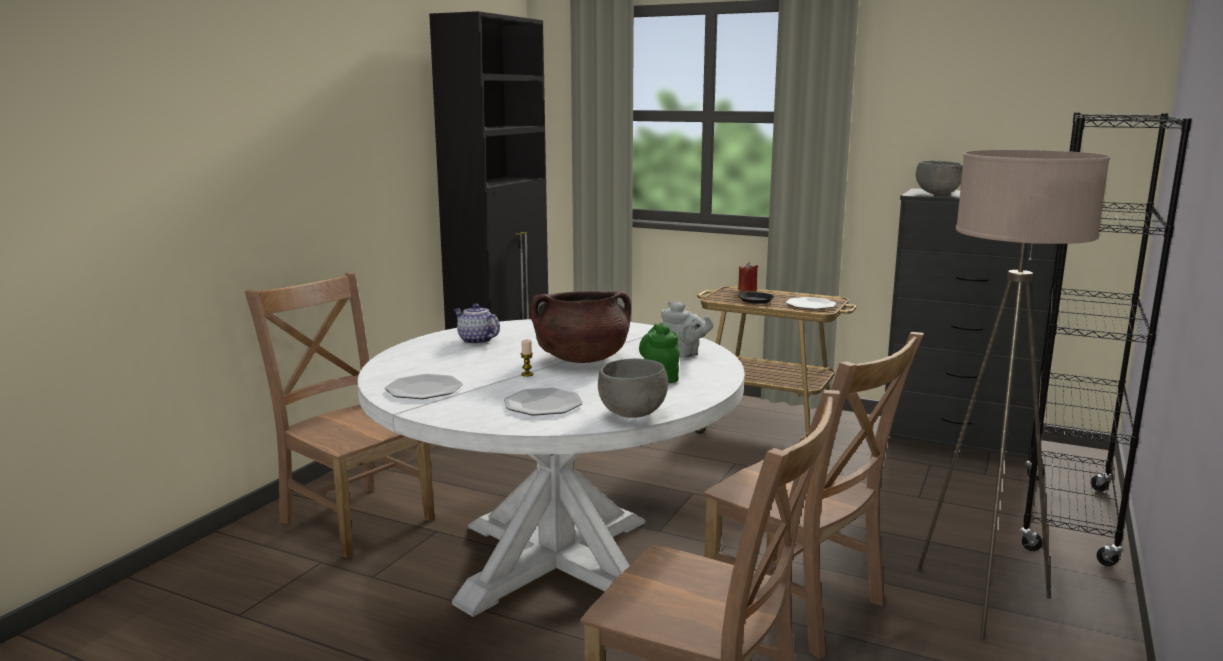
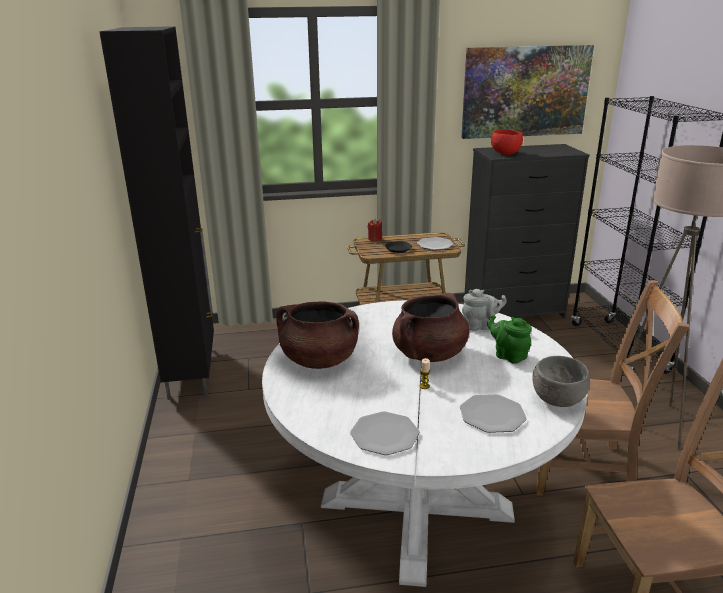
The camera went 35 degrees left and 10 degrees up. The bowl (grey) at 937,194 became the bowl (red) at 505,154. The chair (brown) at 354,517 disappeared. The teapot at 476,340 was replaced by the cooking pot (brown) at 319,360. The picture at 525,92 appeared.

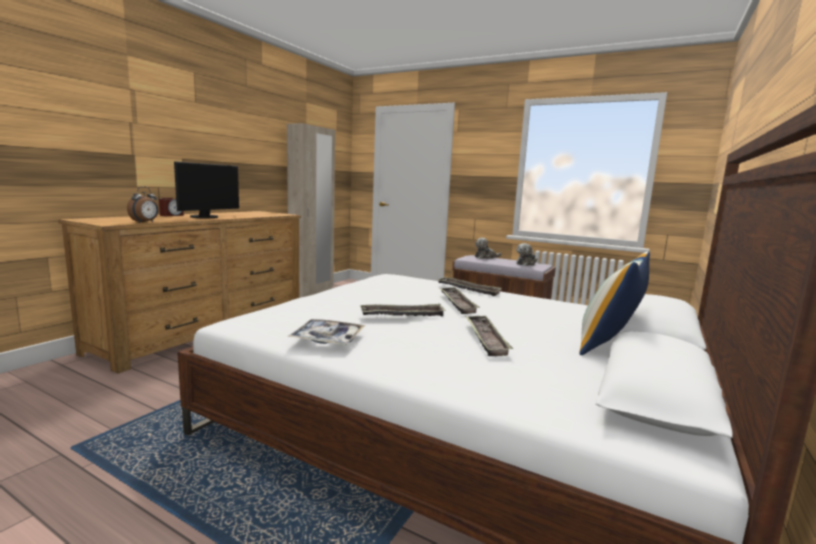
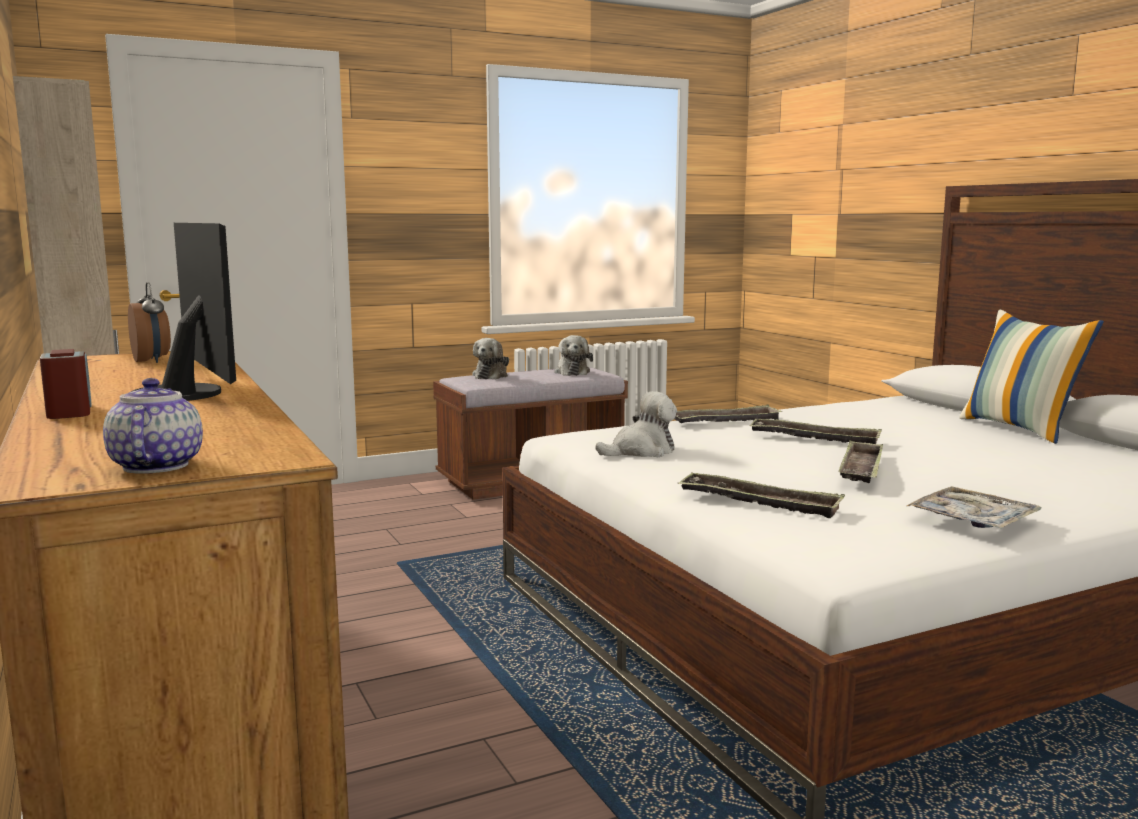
The camera went 55 degrees left and 0 degrees up. The alarm clock moved from 145,222 to 152,361. The tray moved from 485,338 to 759,502. The teapot at 155,466 appeared. The plush toy at 641,451 appeared.

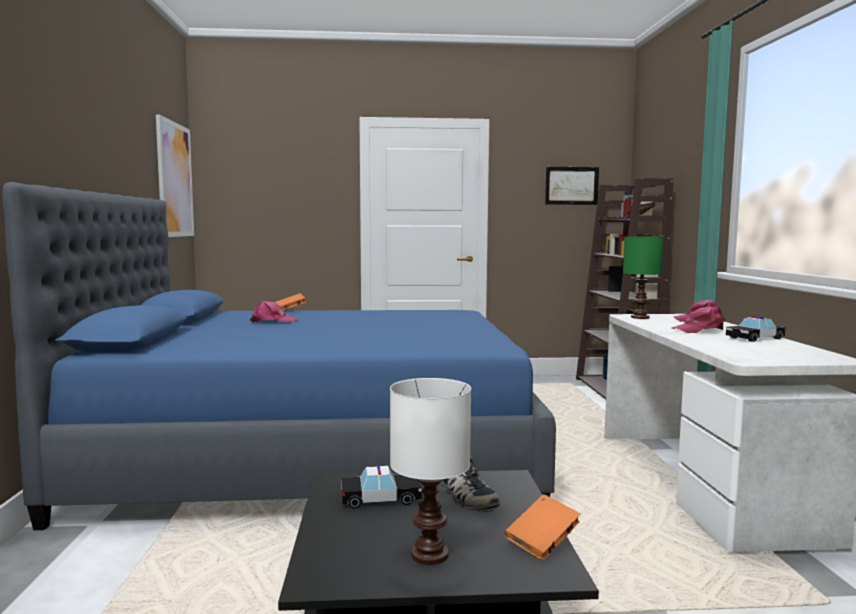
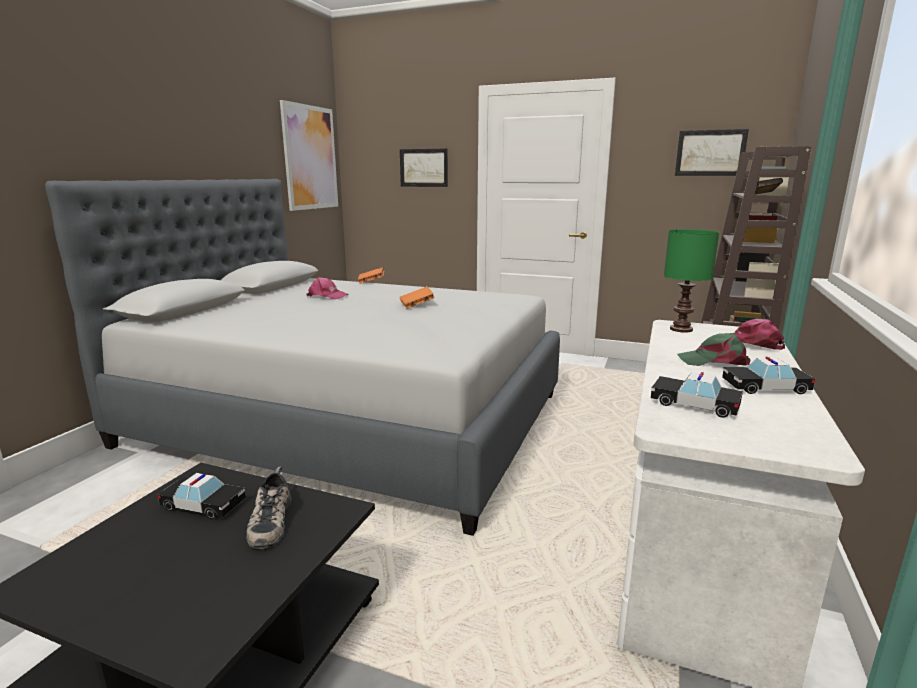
The camera went 25 degrees right and 10 degrees up. The bed (blue) at 316,454 became the bed (grey) at 352,419. The cap (pink) at 699,330 became the cap (green) at 714,361. The table lamp (white) at 429,555 disappeared. The book (orange) moved from 542,543 to 417,305. The picture at 423,168 appeared. The toy car at 694,404 appeared.

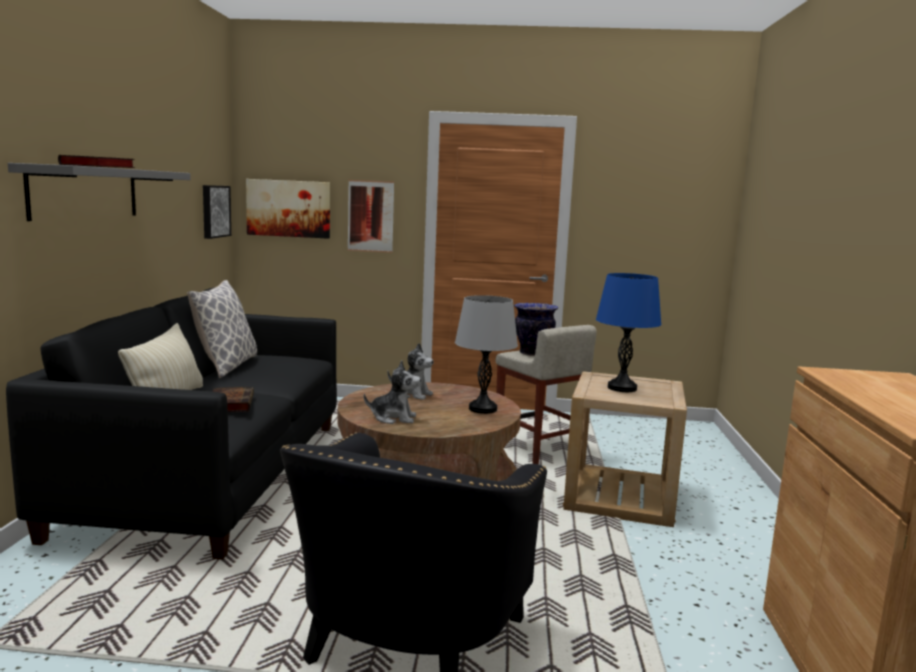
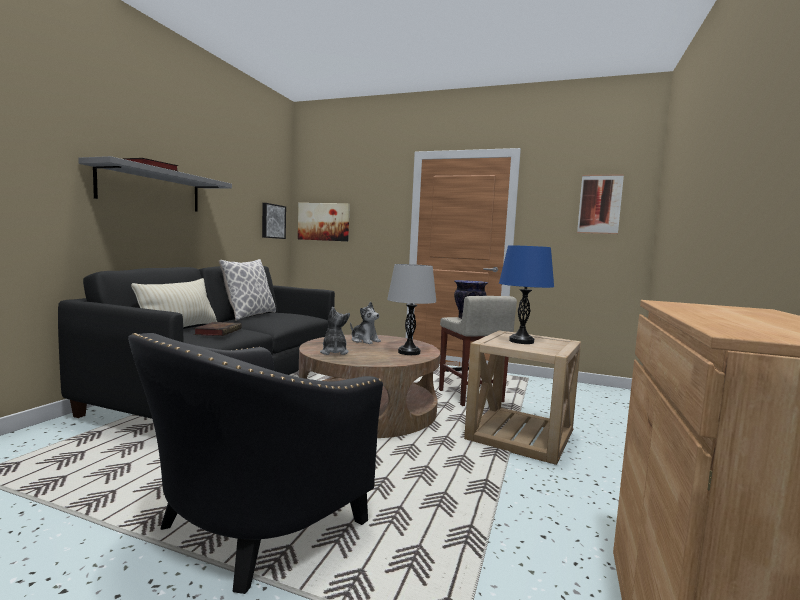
The camera went 15 degrees right and 5 degrees down. The picture moved from 370,216 to 599,204. The plush toy at 393,418 turned 120 degrees counterclockwise.

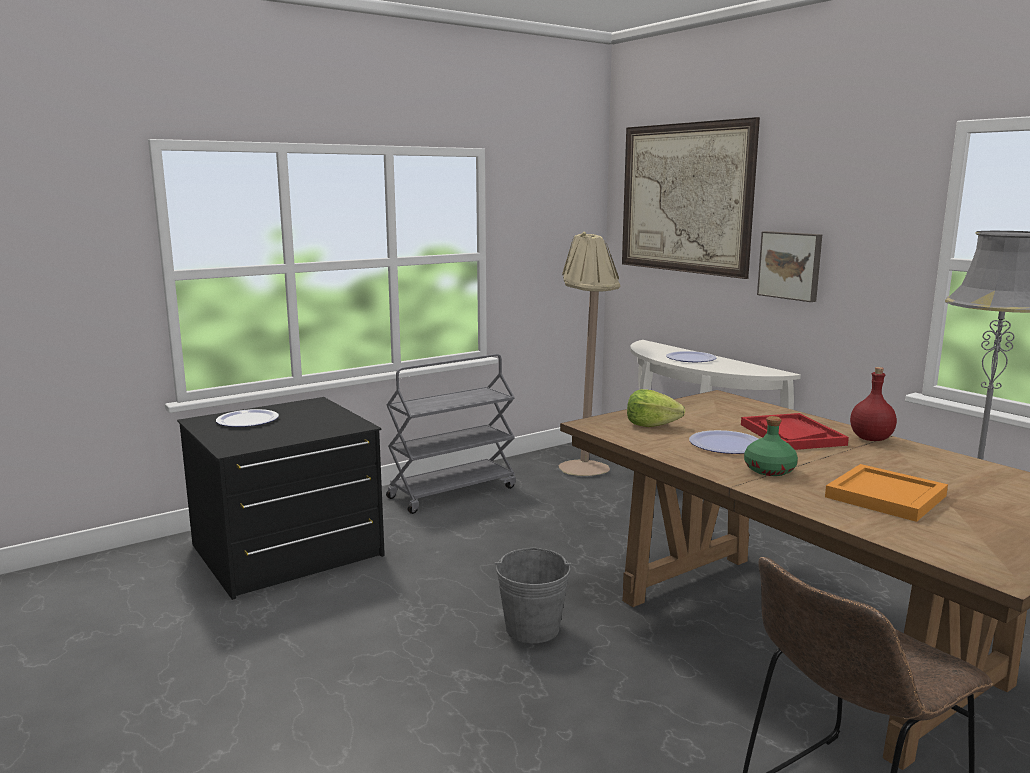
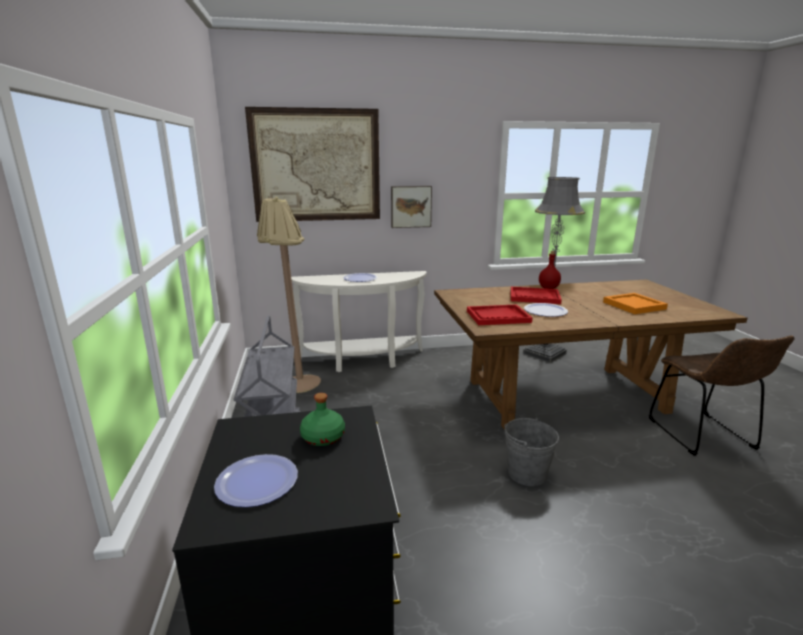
The camera went 65 degrees left and 5 degrees up. The lettuce at 651,425 was replaced by the tray (red) at 498,317. The bottle (green) moved from 769,470 to 323,437.

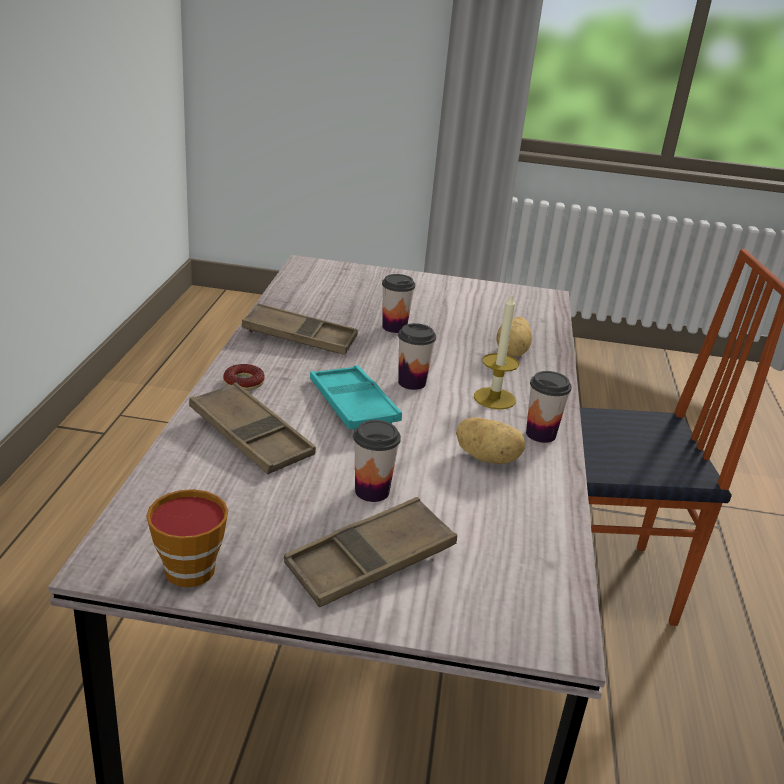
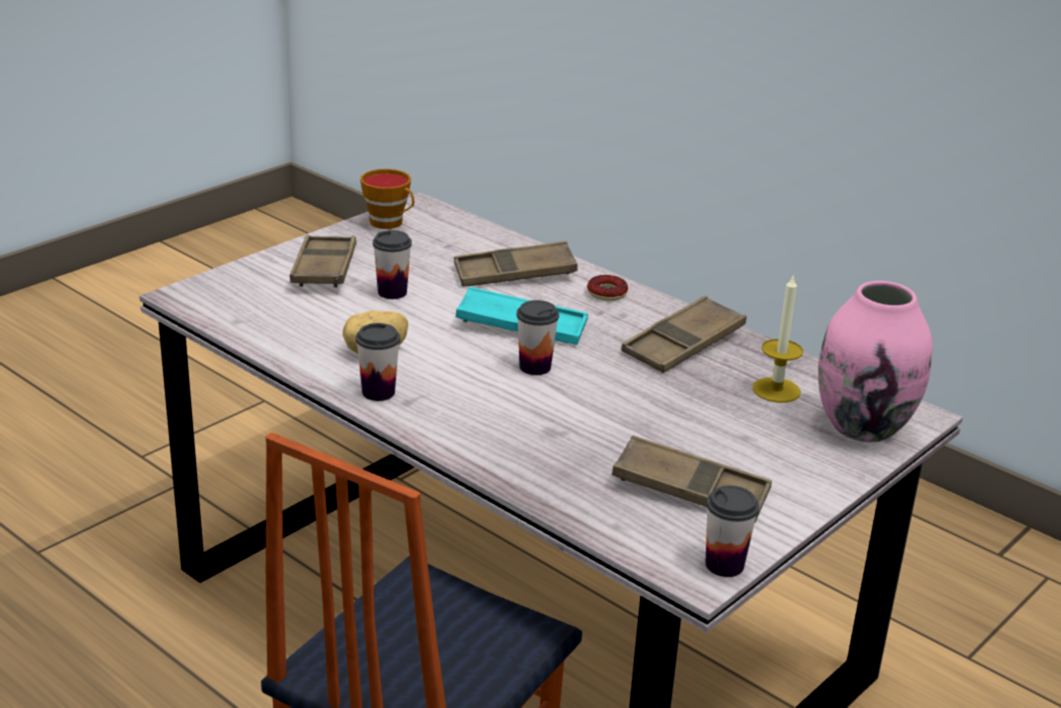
The camera went 125 degrees right and 0 degrees up. The cup moved from 394,327 to 724,565. The candle moved from 494,398 to 776,390. The potato at 513,352 disappeared. The vase (pink) at 863,426 appeared. The tray (brown) at 690,489 appeared.

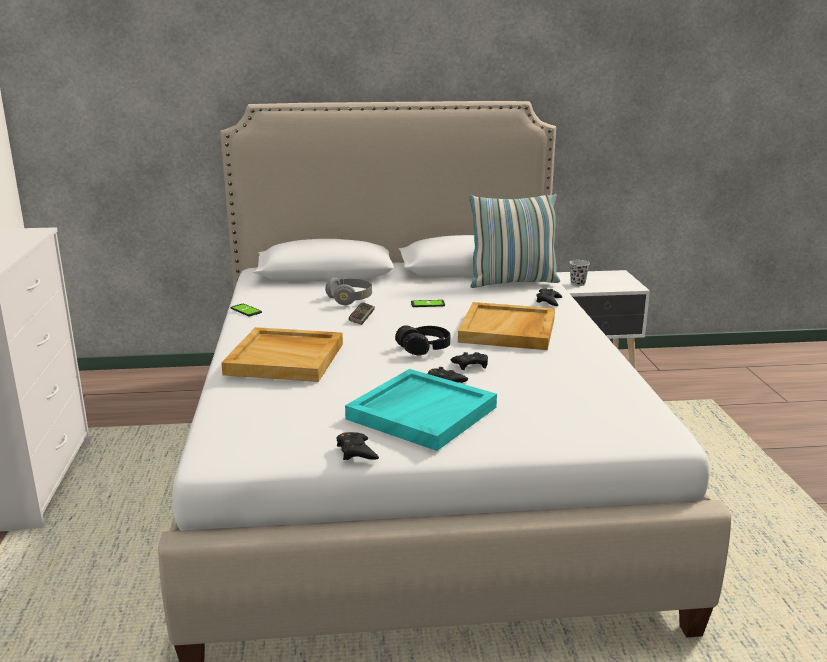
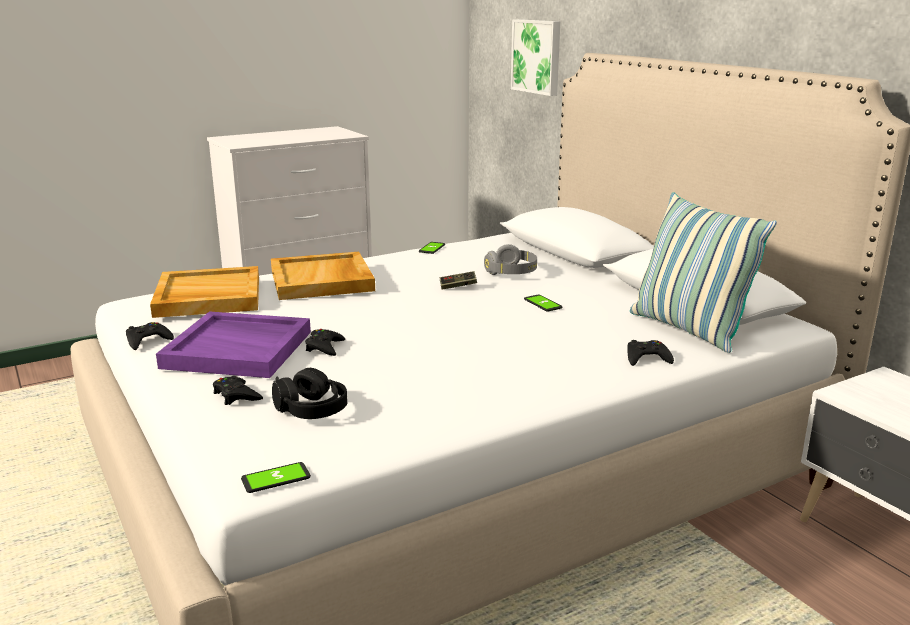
The camera went 65 degrees right and 0 degrees up. The cup (black) at 578,284 disappeared. The tray (beige) moved from 508,330 to 207,297. The headphones (black) moved from 424,348 to 311,409. The game controller (black) moved from 471,365 to 236,395. The tray (turquoise) at 421,412 became the tray (purple) at 239,349. The picture at 537,56 appeared. The phone at 276,479 appeared.

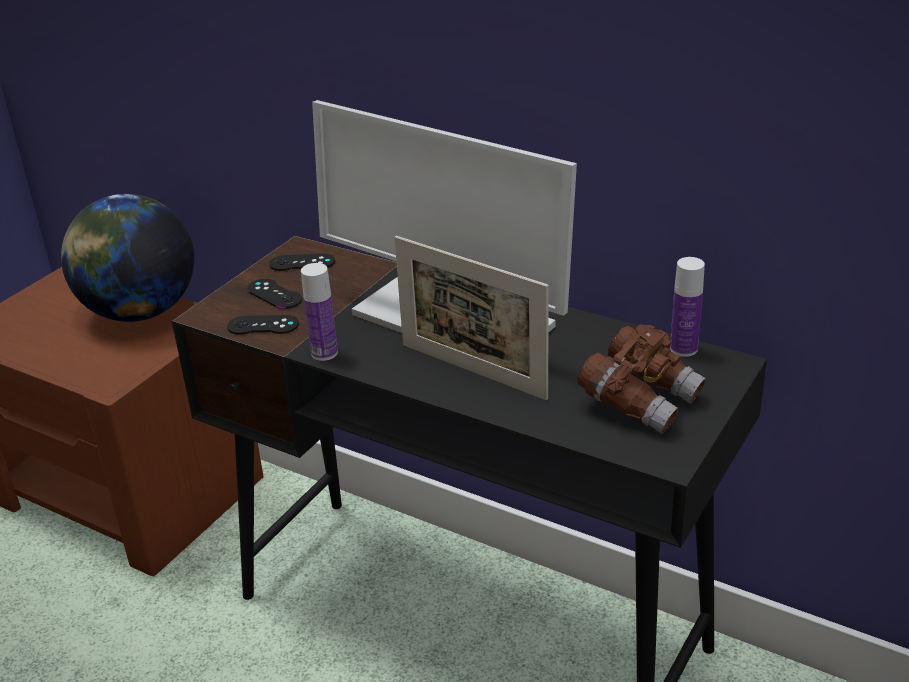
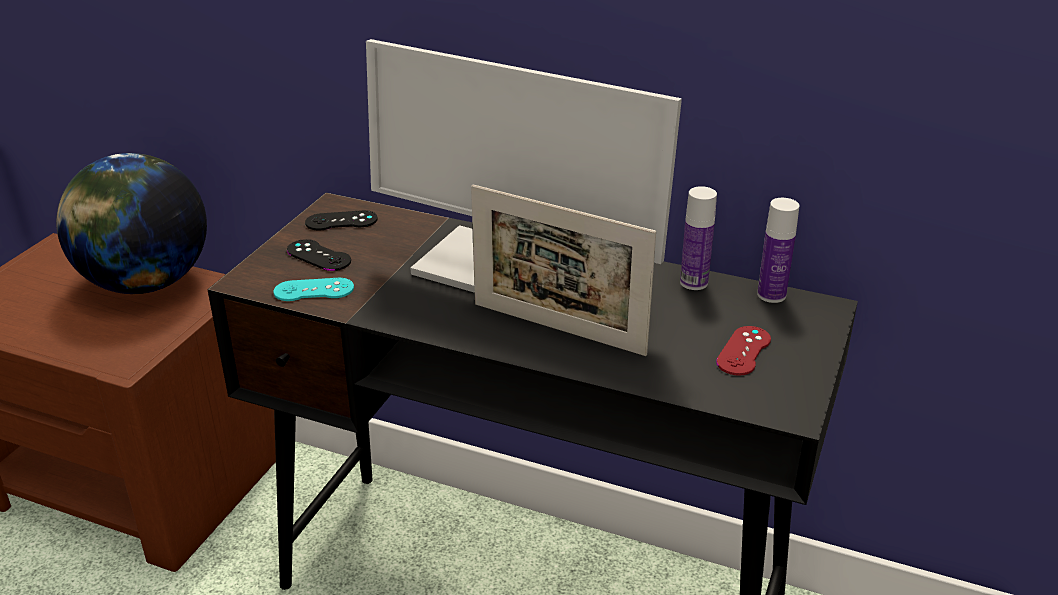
The camera went 10 degrees left and 0 degrees up. The bottle moved from 324,353 to 693,282. The game controller (black) at 263,325 became the game controller (turquoise) at 314,290. The binoculars (brown) at 640,400 was replaced by the game controller (red) at 744,351.

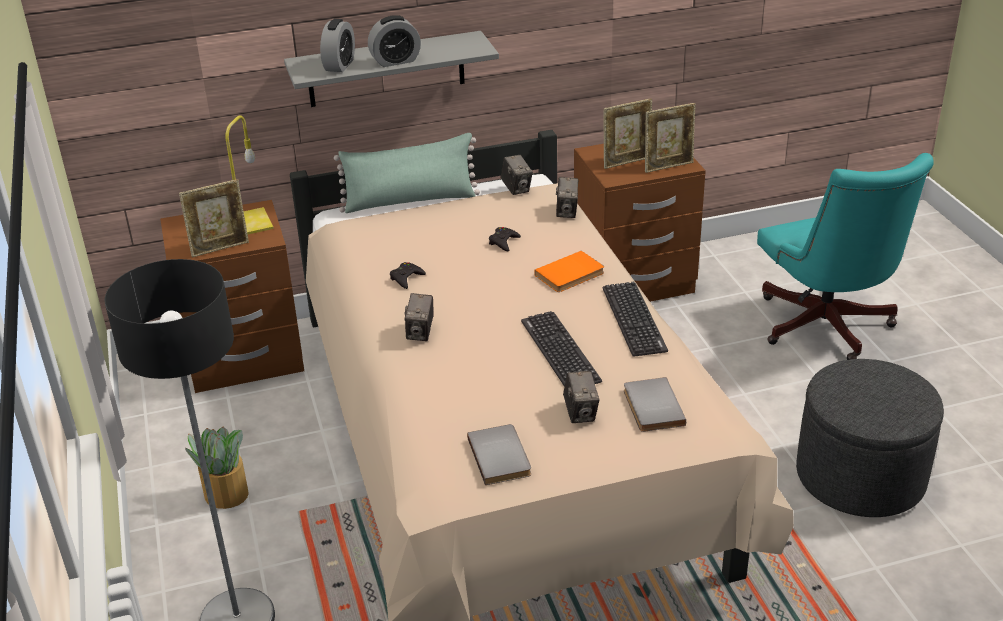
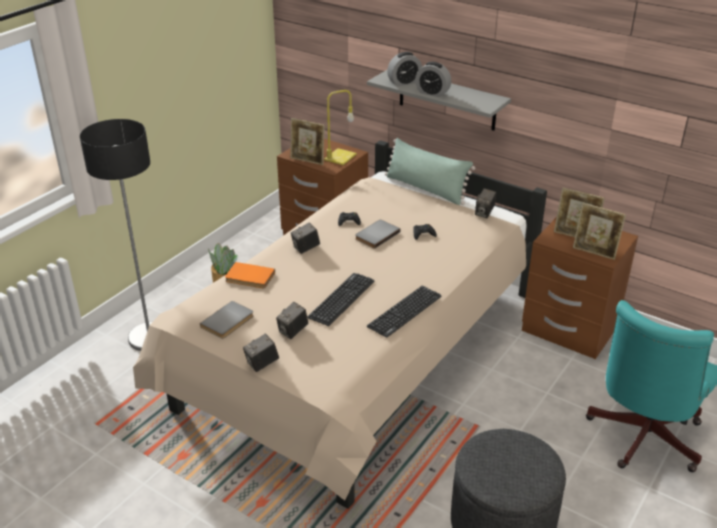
The camera went 50 degrees right and 0 degrees up. The photo camera moved from 567,212 to 262,364. The book (orange) moved from 571,275 to 249,278. The book (grey) moved from 651,407 to 376,235.

